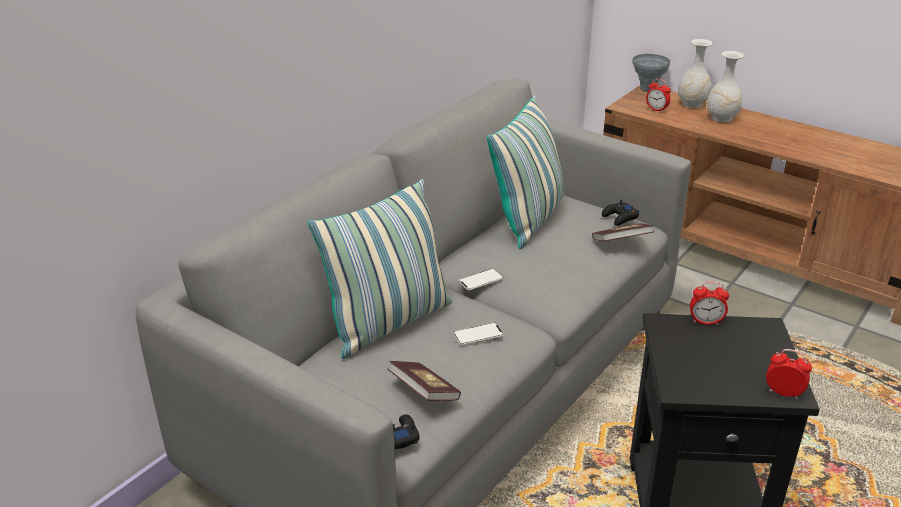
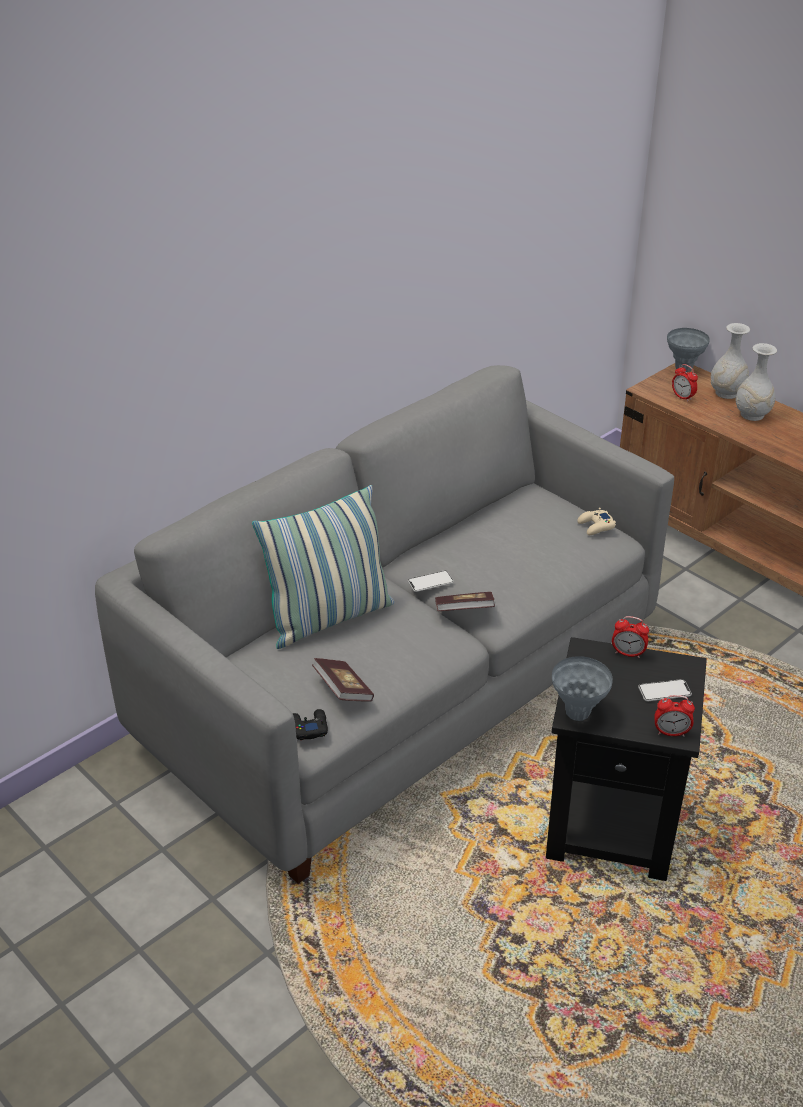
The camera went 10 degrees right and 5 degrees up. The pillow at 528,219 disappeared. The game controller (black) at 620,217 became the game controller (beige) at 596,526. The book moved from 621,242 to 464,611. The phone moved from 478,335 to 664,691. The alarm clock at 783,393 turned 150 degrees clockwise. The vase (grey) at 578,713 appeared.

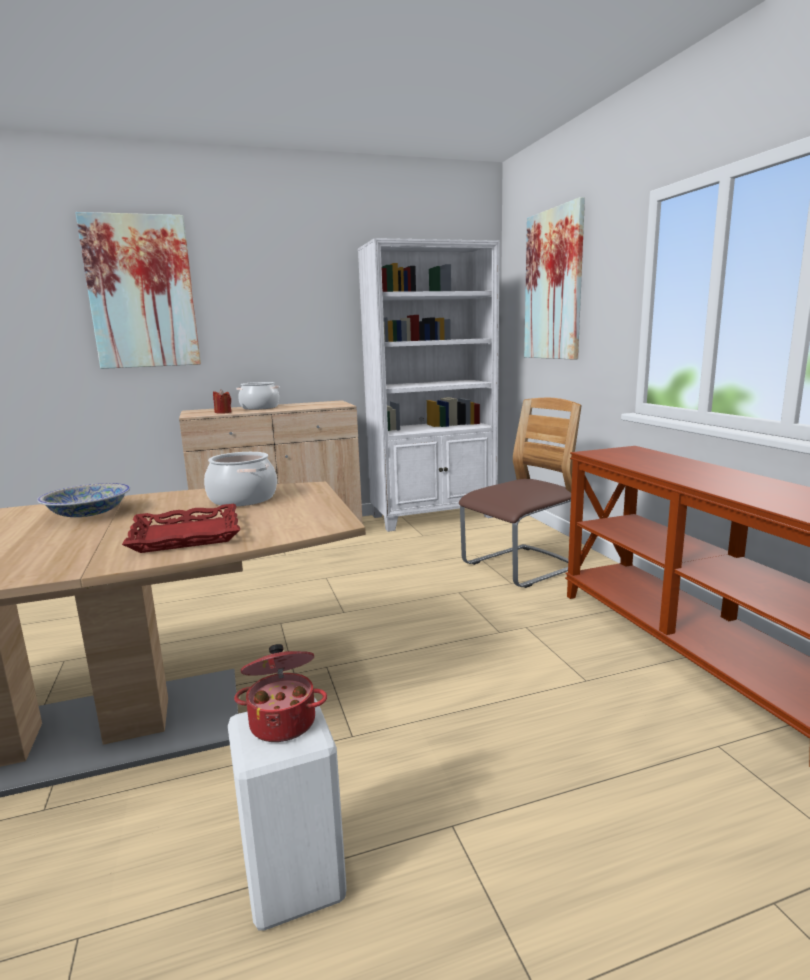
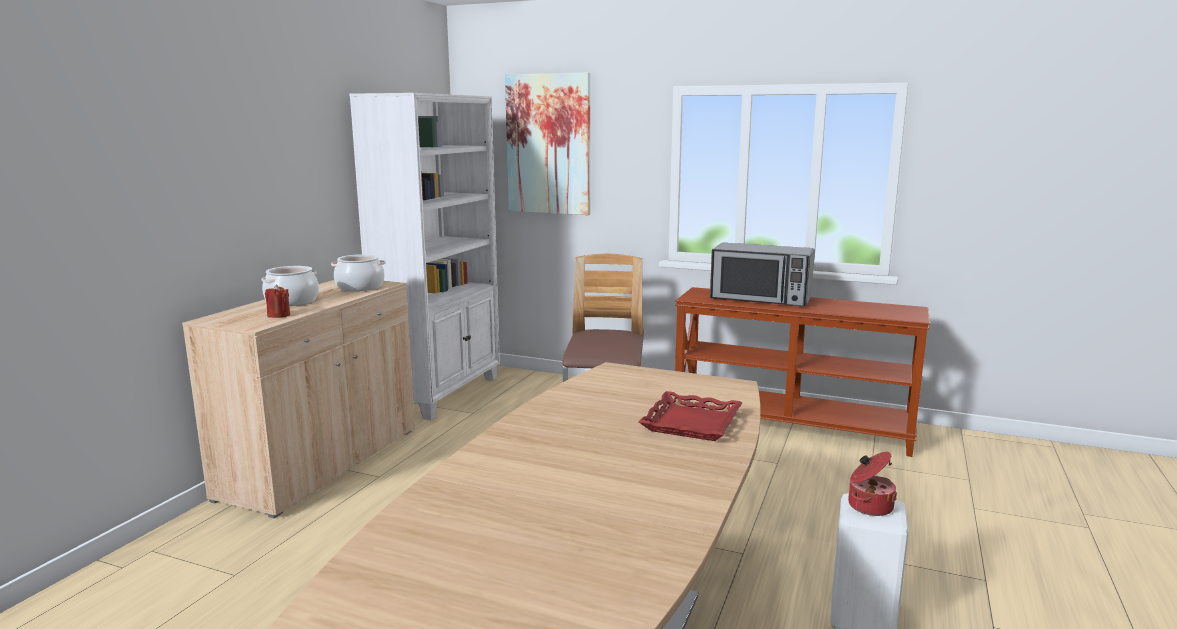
The camera went 50 degrees left and 0 degrees up. The picture at 142,292 disappeared. The cooking pot moved from 243,499 to 360,287. The bowl at 88,514 disappeared. The microwave at 760,299 appeared.

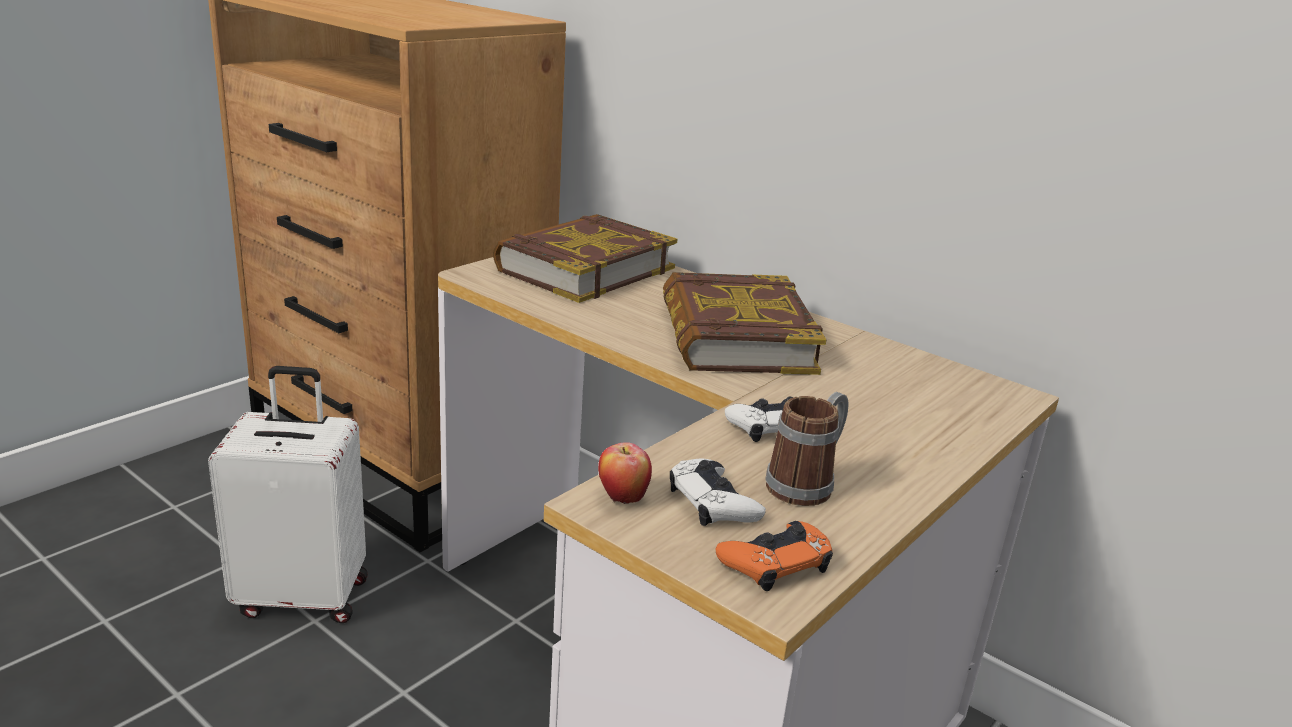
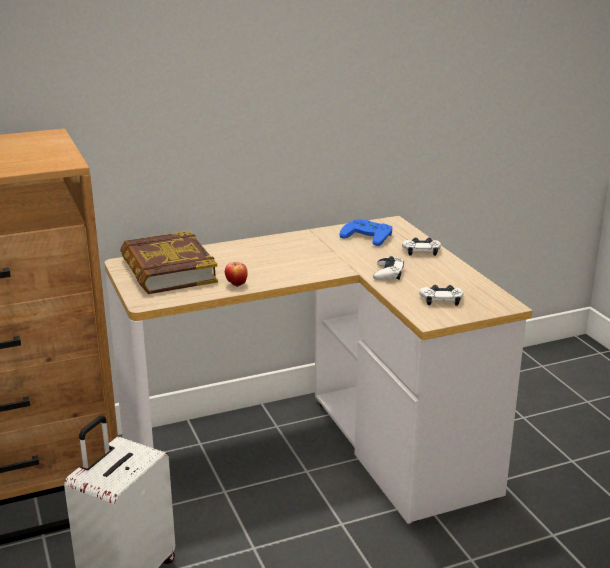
The camera went 60 degrees left and 0 degrees up. The book at 735,337 disappeared. The mug at 806,483 disappeared. The apple moved from 622,498 to 236,284. The game controller (orange) at 775,562 disappeared. The game controller (blue) at 369,235 appeared. The game controller (white) at 421,251 appeared.

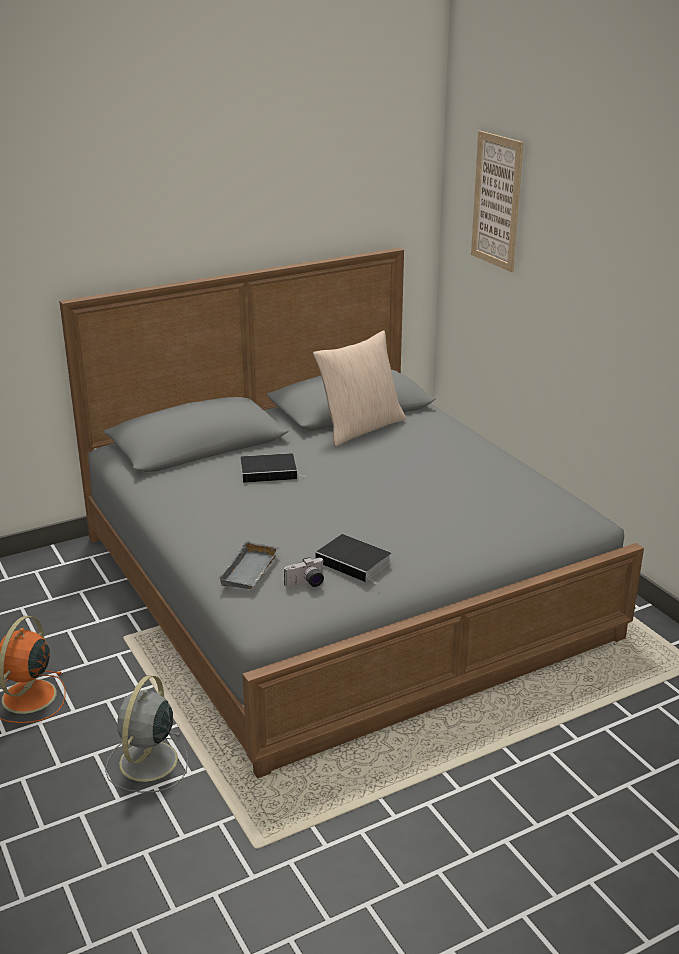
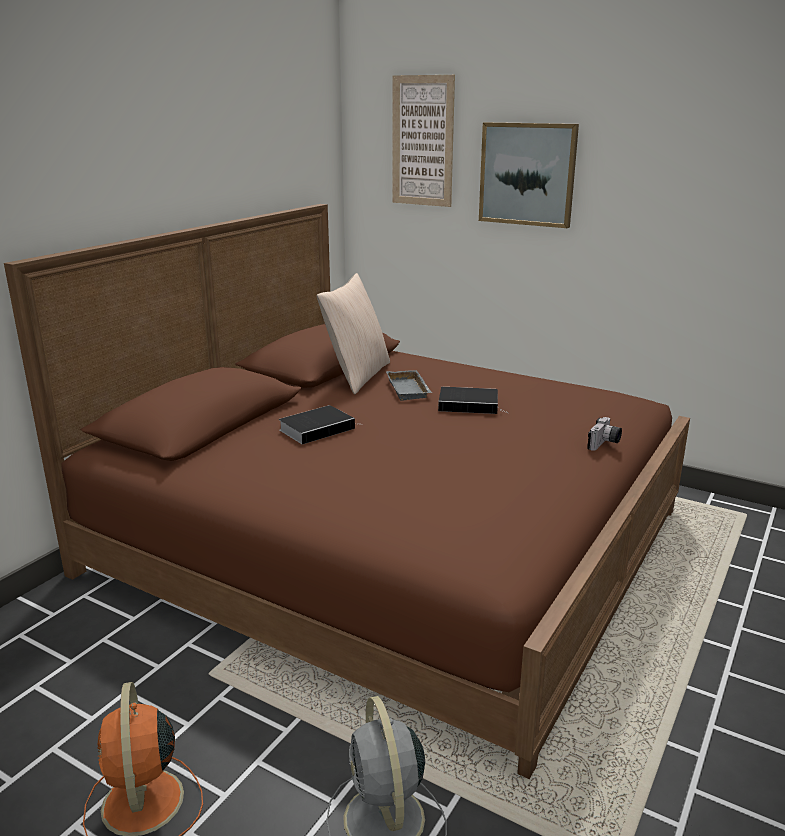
The camera went 30 degrees left and 5 degrees down. The bed (grey) at 338,584 became the bed (brown) at 390,540. The book moved from 355,562 to 470,404. The tray (grey) moved from 251,572 to 410,390. The photo camera moved from 306,584 to 604,444. The picture at 527,174 appeared.

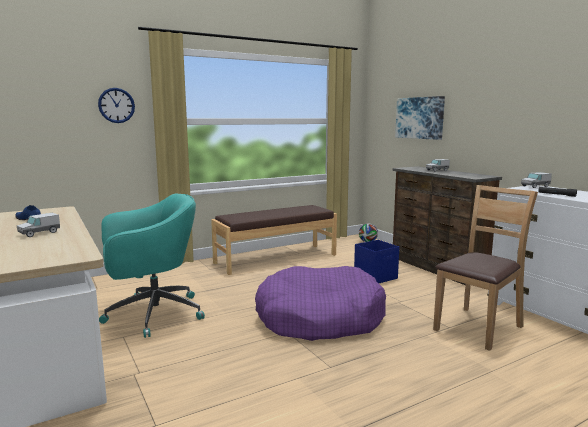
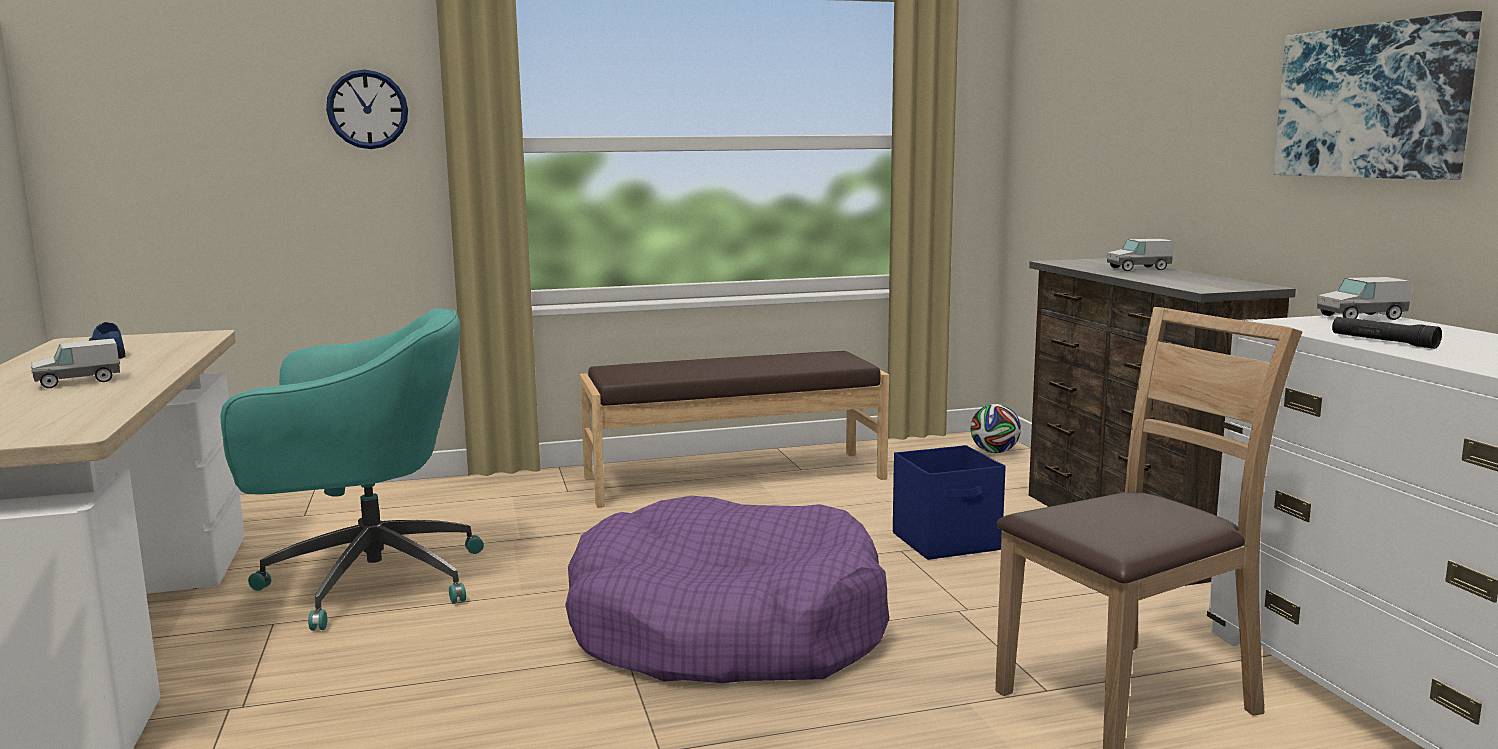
The camera went 15 degrees right and 0 degrees up. The picture moved from 420,118 to 1372,101.

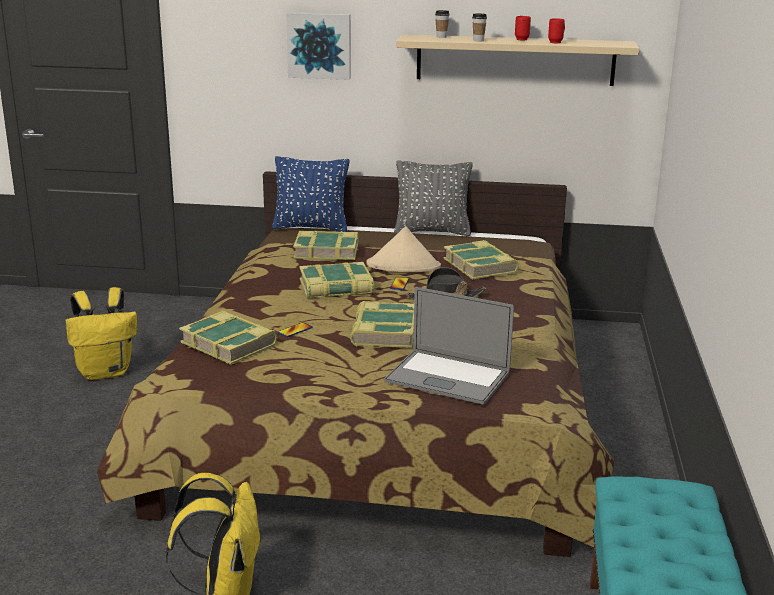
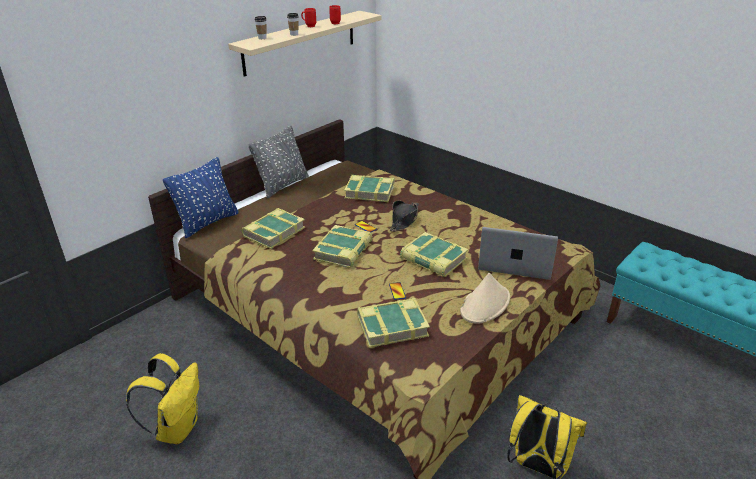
The camera went 55 degrees left and 10 degrees up. The picture at 319,45 disappeared. The hat (beige) moved from 403,266 to 485,304. The laptop at 447,377 turned 135 degrees counterclockwise.

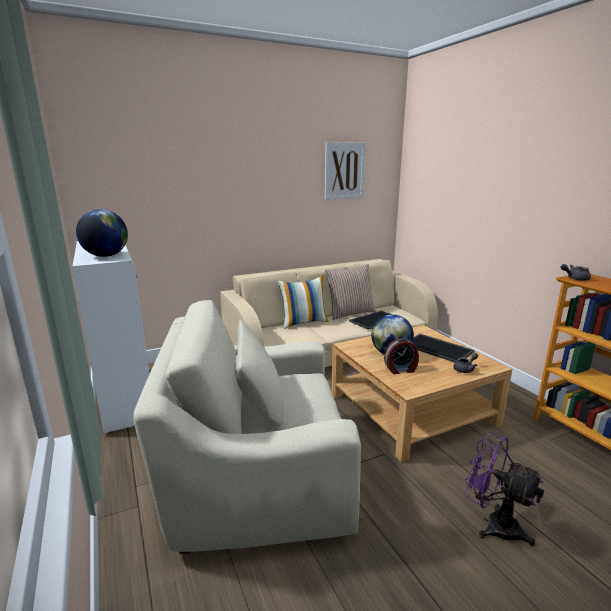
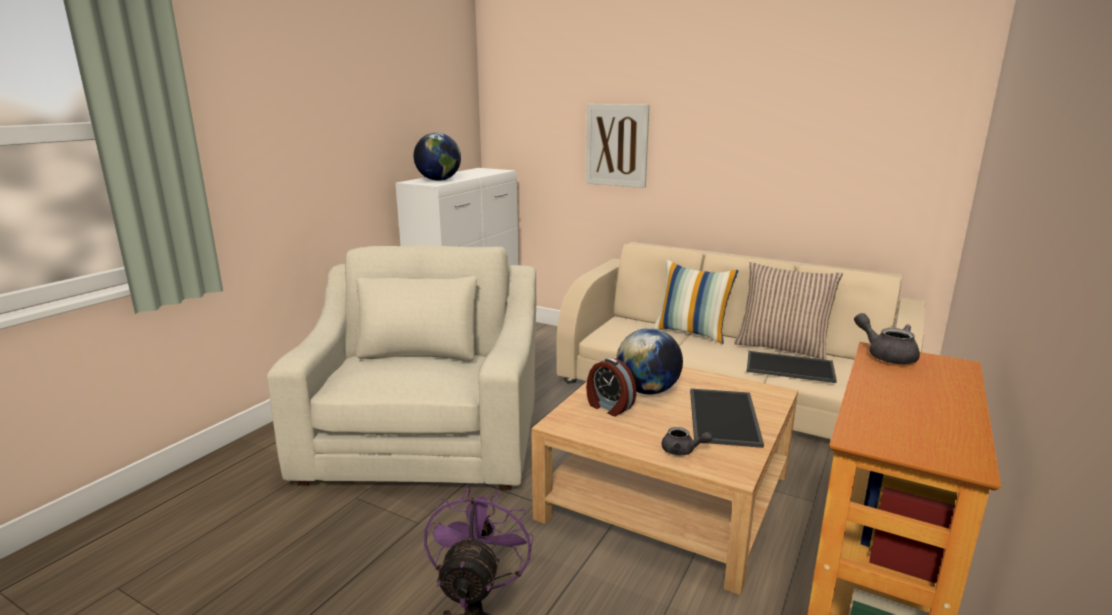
The camera went 55 degrees right and 0 degrees up. The picture moved from 344,171 to 617,145. The armchair (beige) at 255,473 turned 45 degrees clockwise.

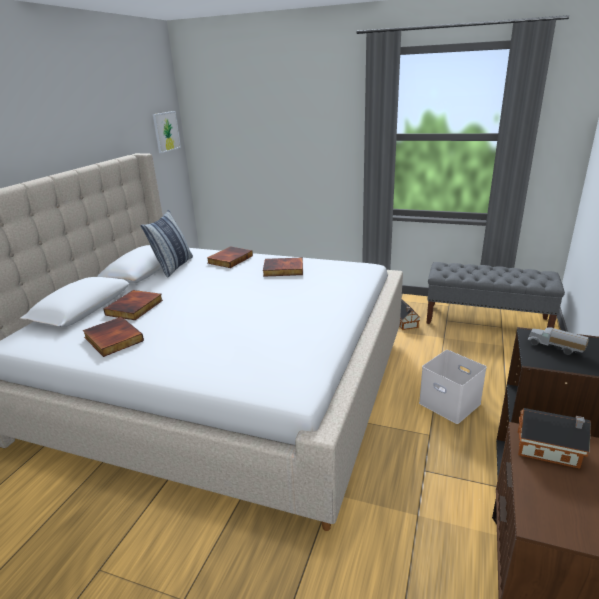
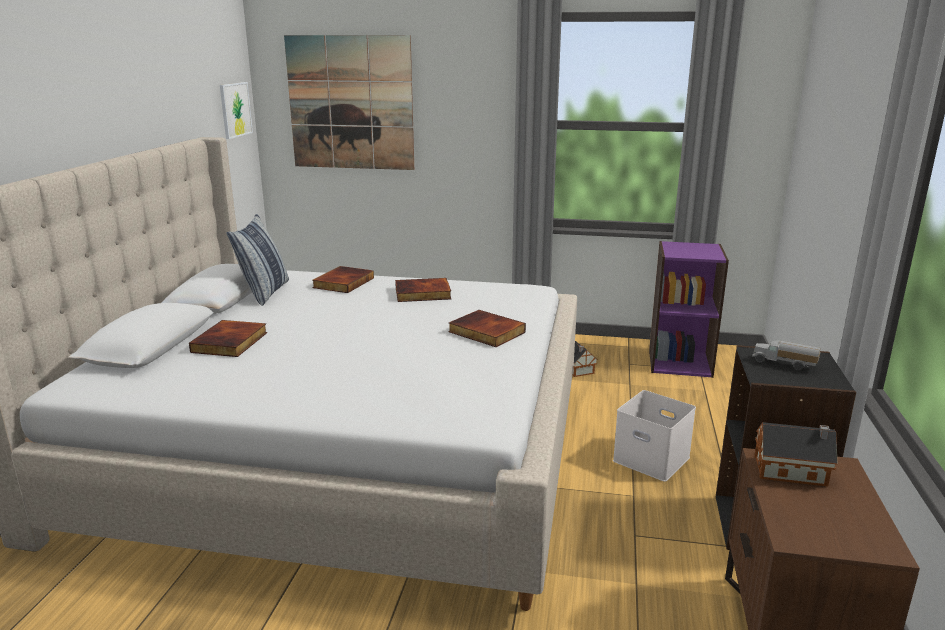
The camera went 10 degrees left and 5 degrees down. The bench (grey) at 486,321 was replaced by the bookcase (purple) at 680,362. The book moved from 112,339 to 485,332. The picture at 350,103 appeared.

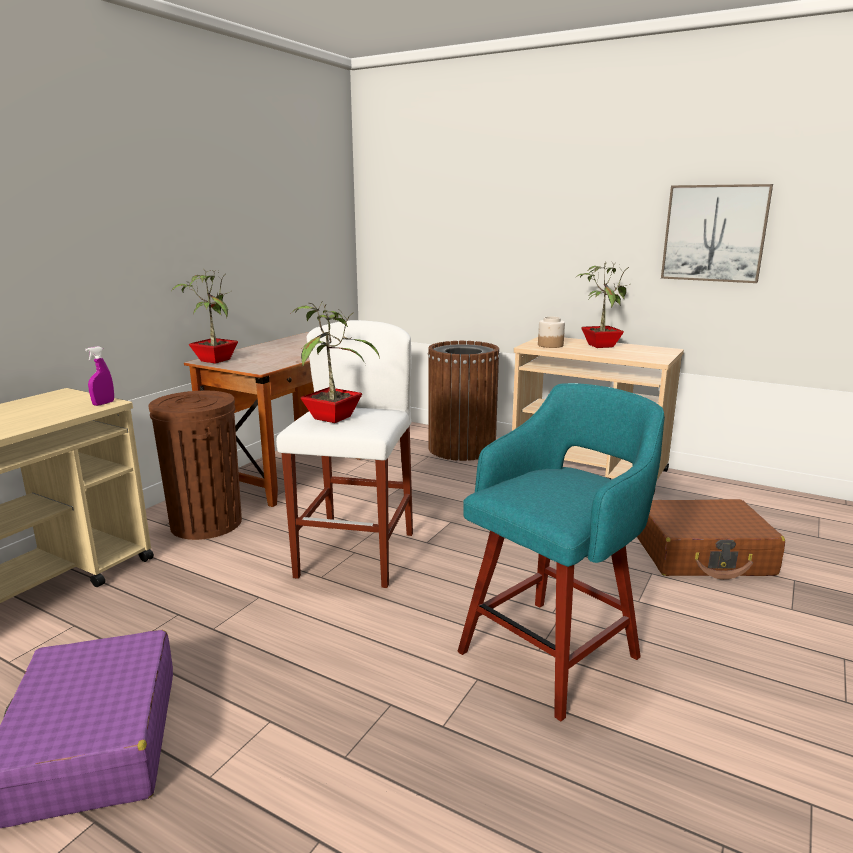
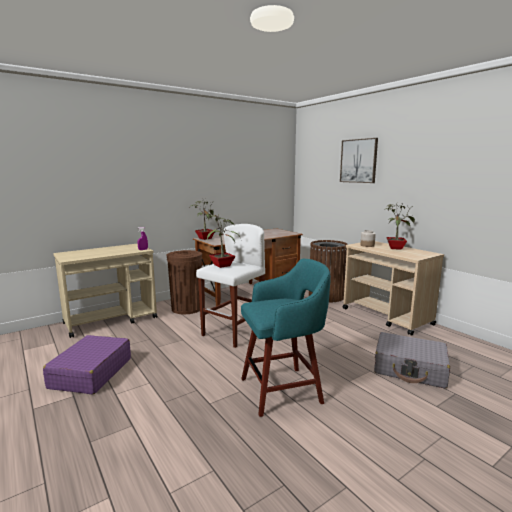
The camera went 25 degrees right and 5 degrees down. The picture moved from 714,233 to 358,161. The suitcase (brown) at 702,554 became the suitcase (grey) at 410,369.

